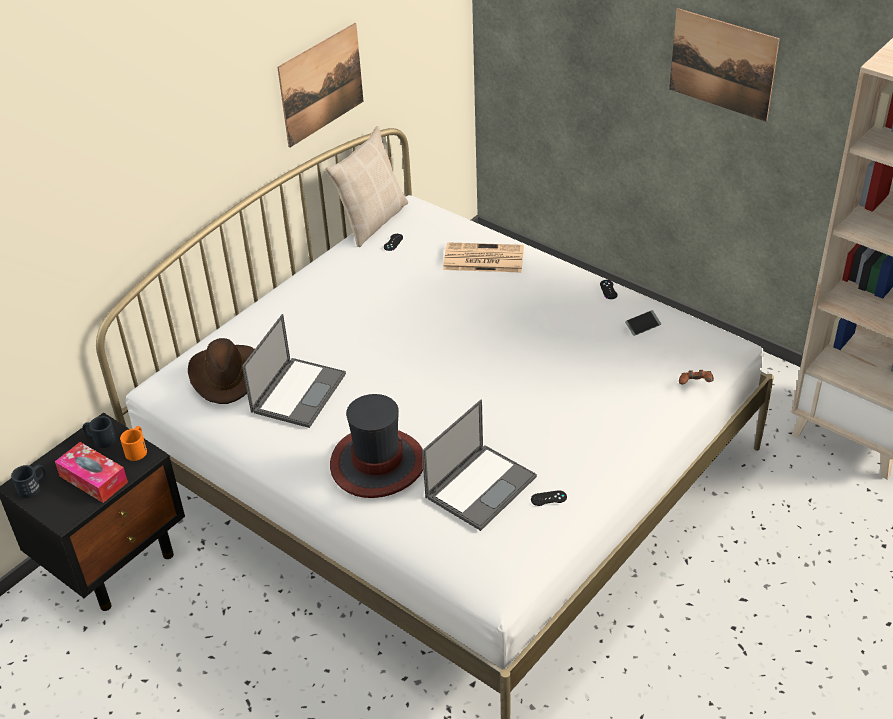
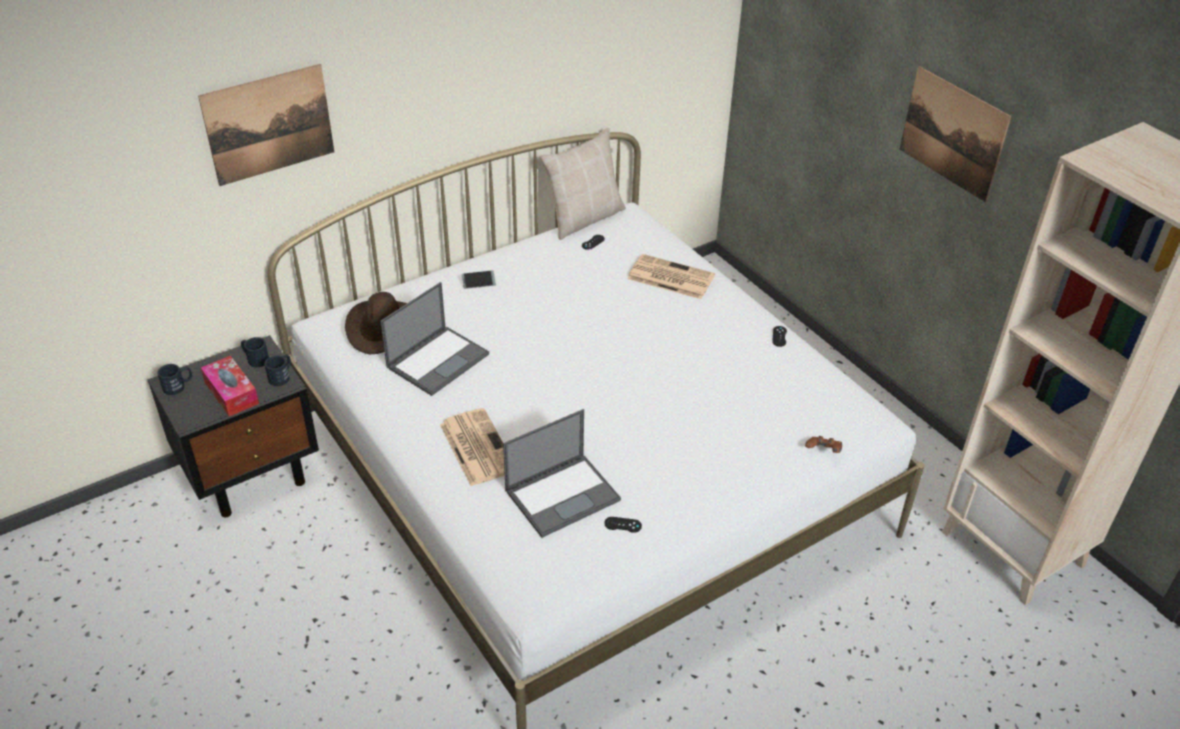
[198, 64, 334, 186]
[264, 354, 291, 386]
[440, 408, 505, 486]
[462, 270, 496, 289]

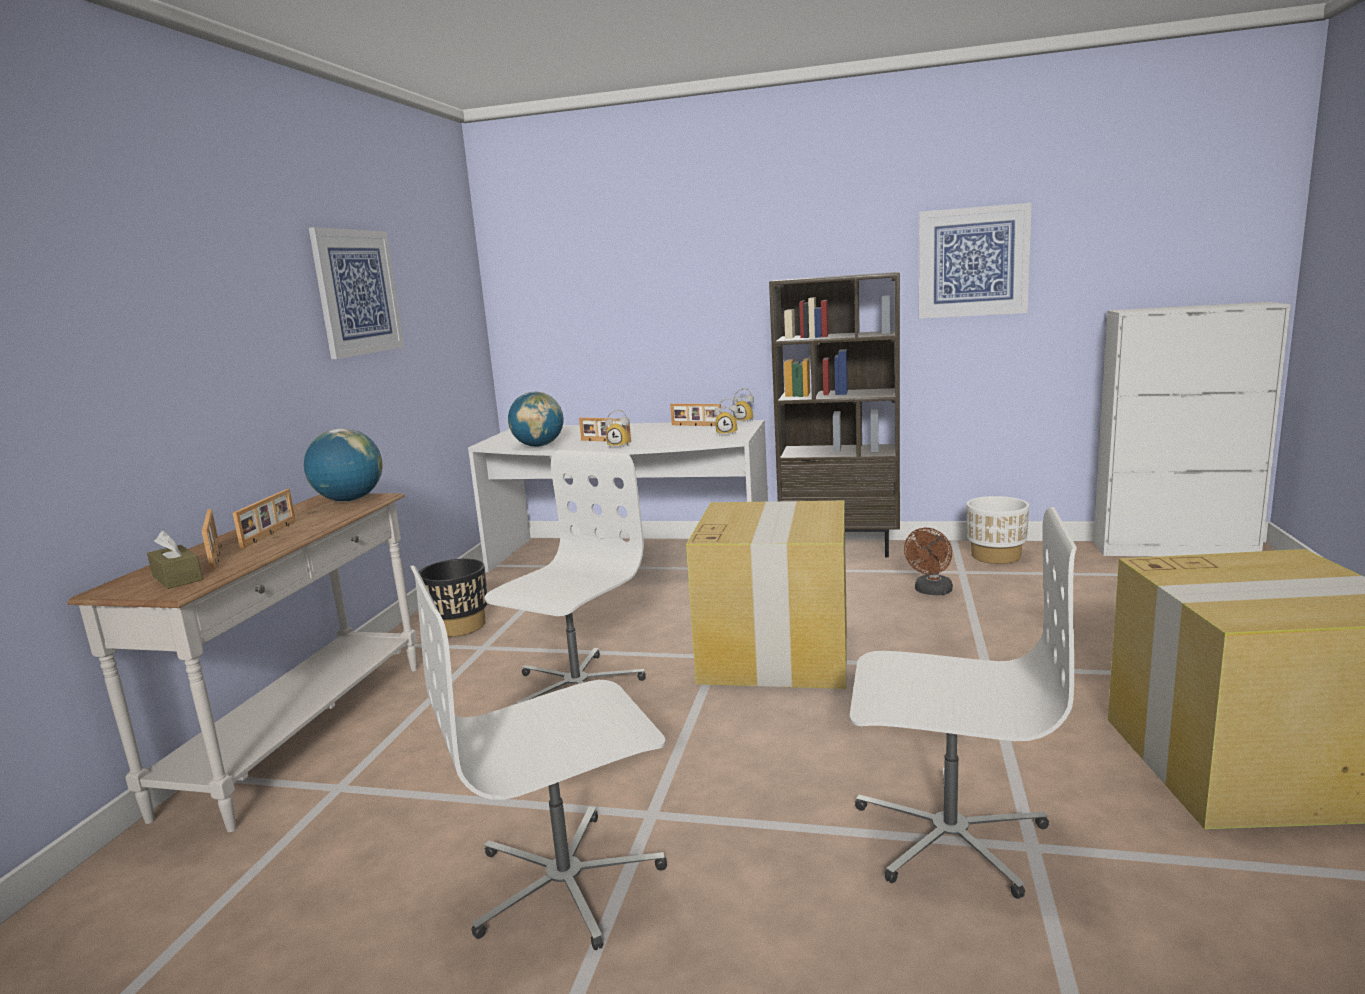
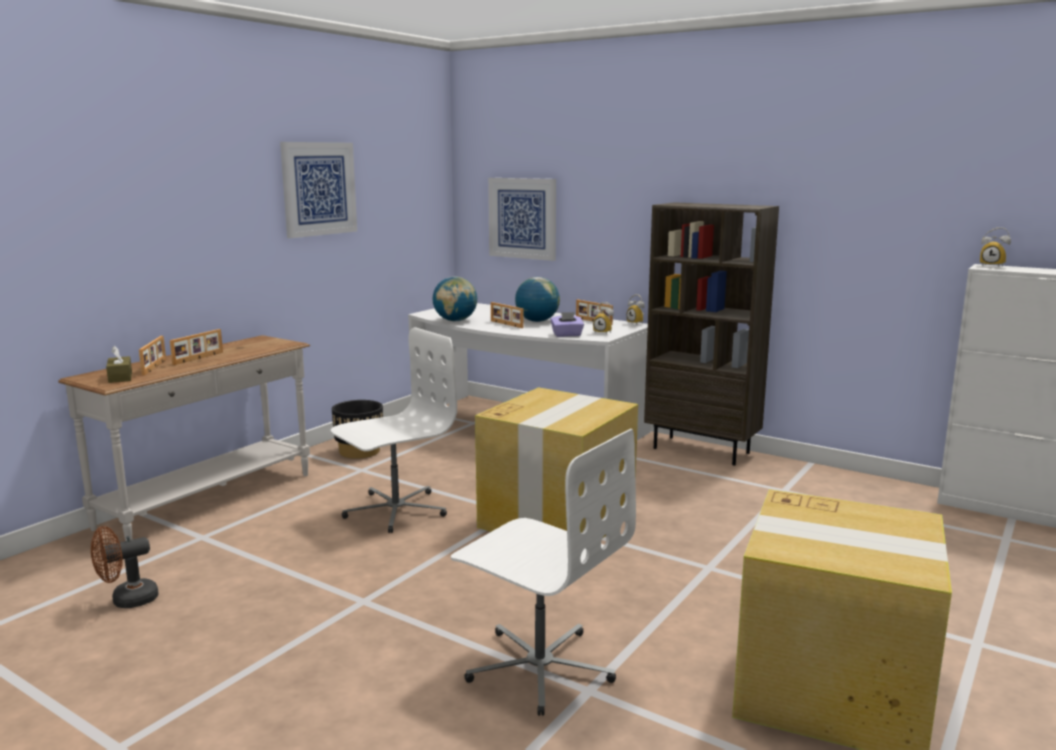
[91, 526, 159, 608]
[488, 178, 556, 261]
[515, 277, 560, 322]
[551, 312, 584, 337]
[980, 227, 1011, 267]
[410, 565, 667, 950] (first image)
[967, 496, 1029, 564] (first image)

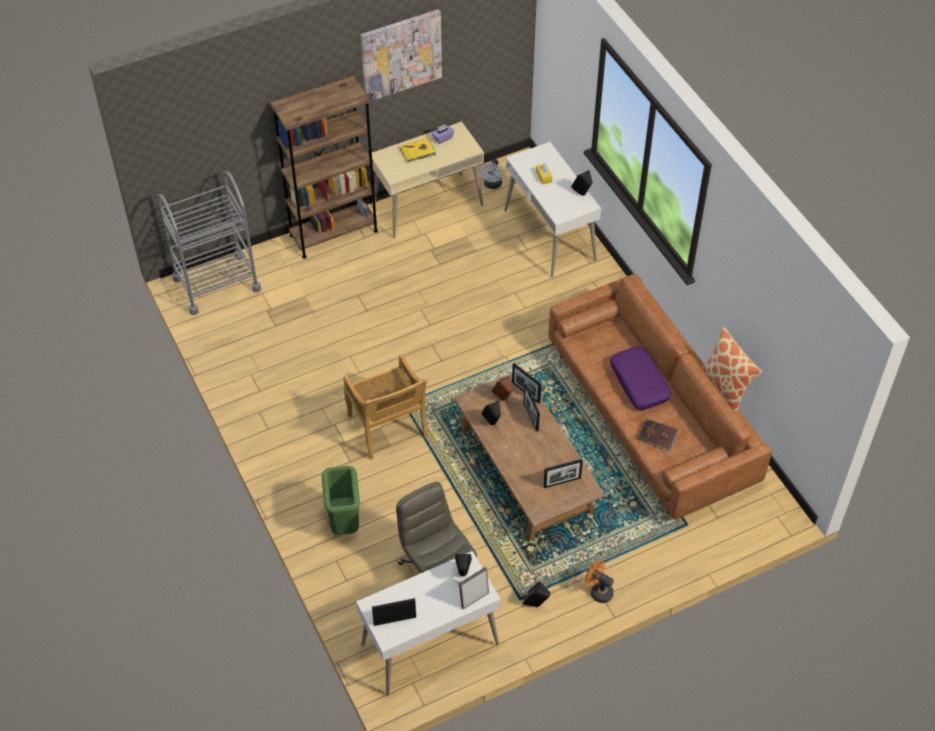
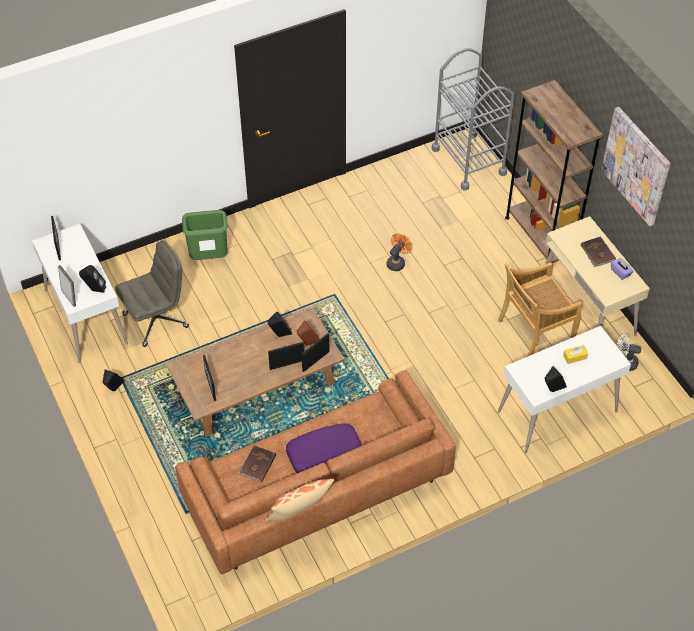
[387, 233, 412, 271]
[498, 262, 582, 357]
[580, 236, 616, 267]

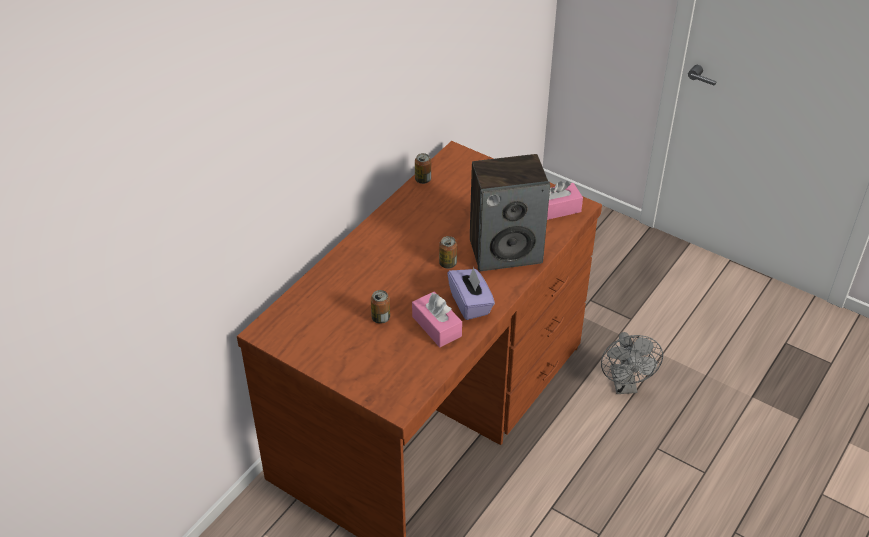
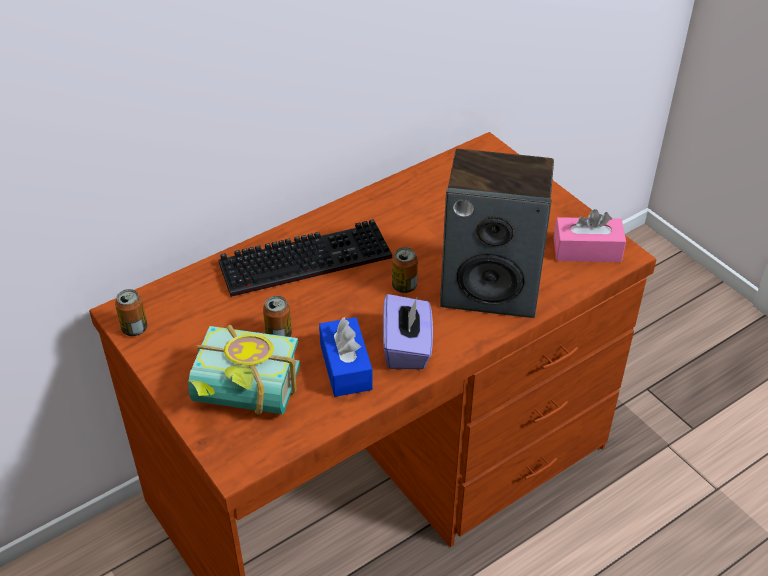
[115, 289, 147, 336]
[188, 325, 300, 415]
[219, 219, 392, 297]
[319, 317, 373, 397]
[601, 332, 663, 394] (first image)

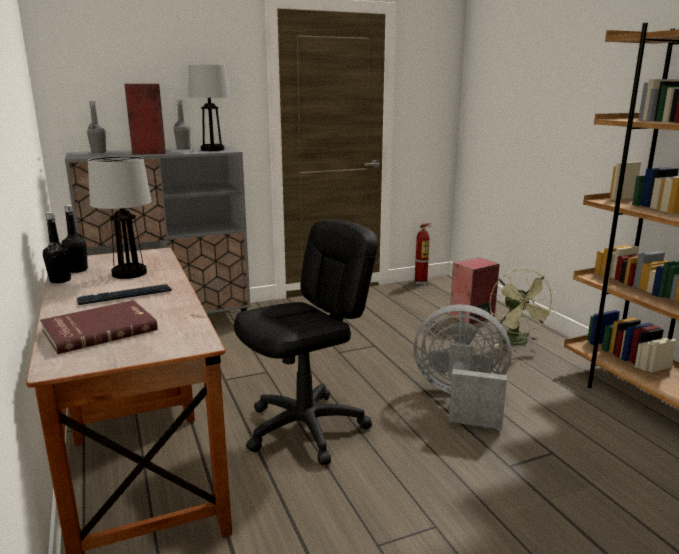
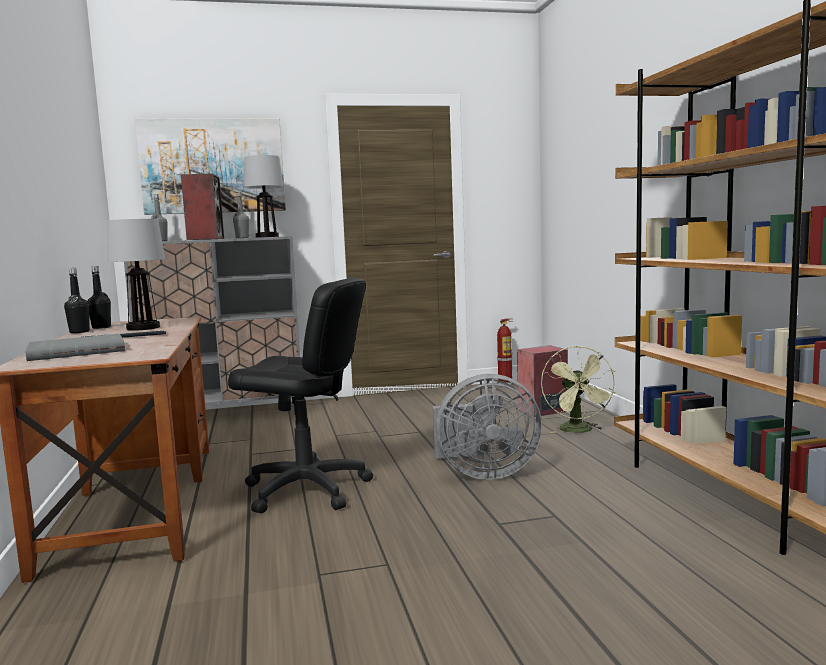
[25, 334, 125, 361]
[135, 118, 286, 215]
[228, 278, 373, 513]
[432, 374, 542, 480]

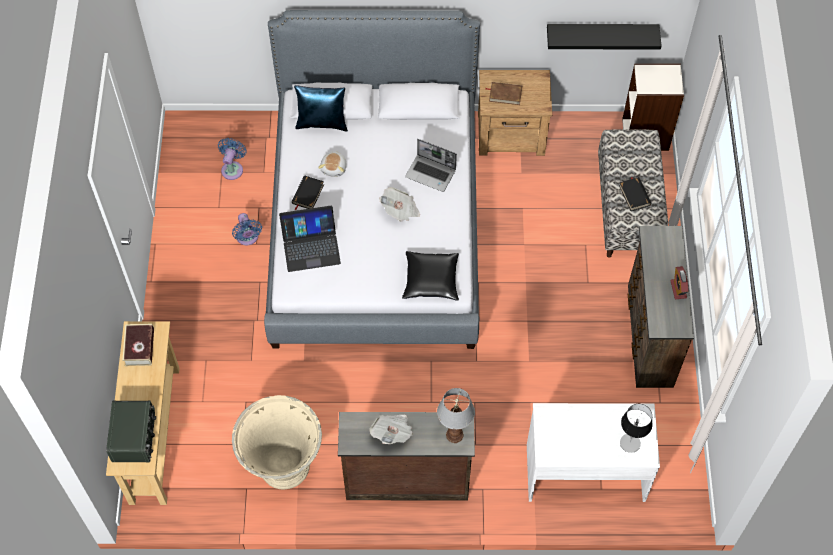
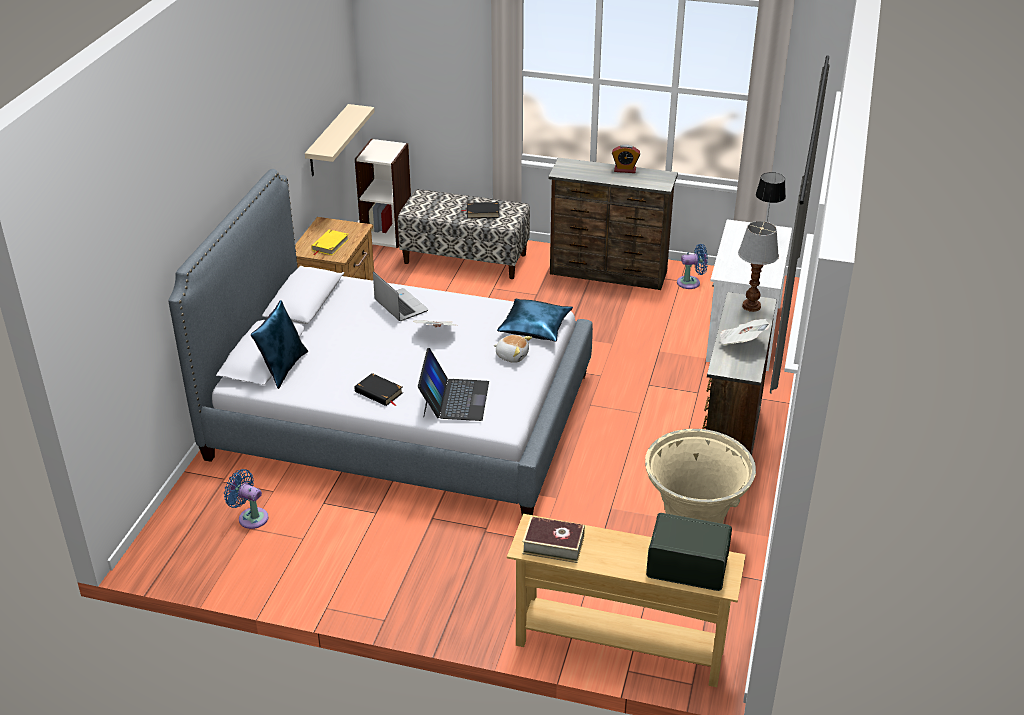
[305, 104, 375, 176]
[312, 229, 349, 255]
[373, 271, 428, 321]
[493, 335, 532, 363]
[497, 299, 573, 342]
[677, 244, 708, 289]

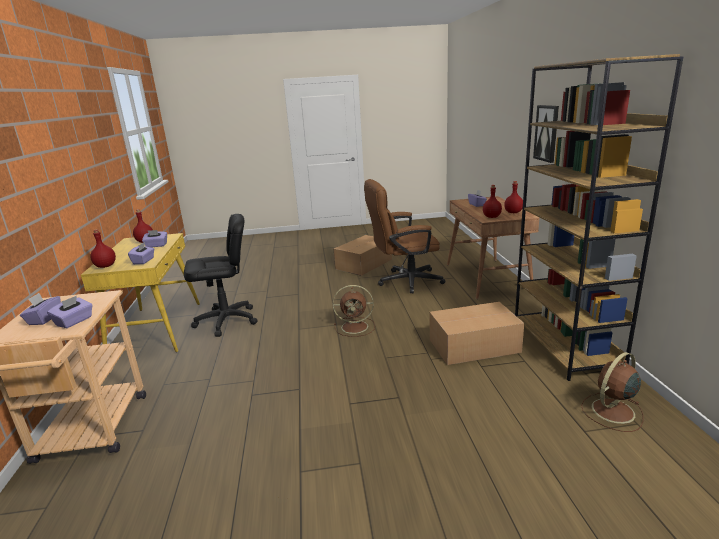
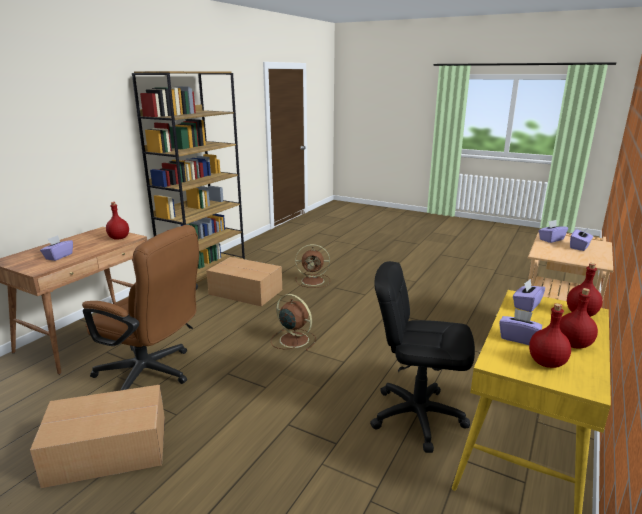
[295, 244, 330, 288]
[559, 288, 598, 349]
[533, 105, 559, 163] (first image)

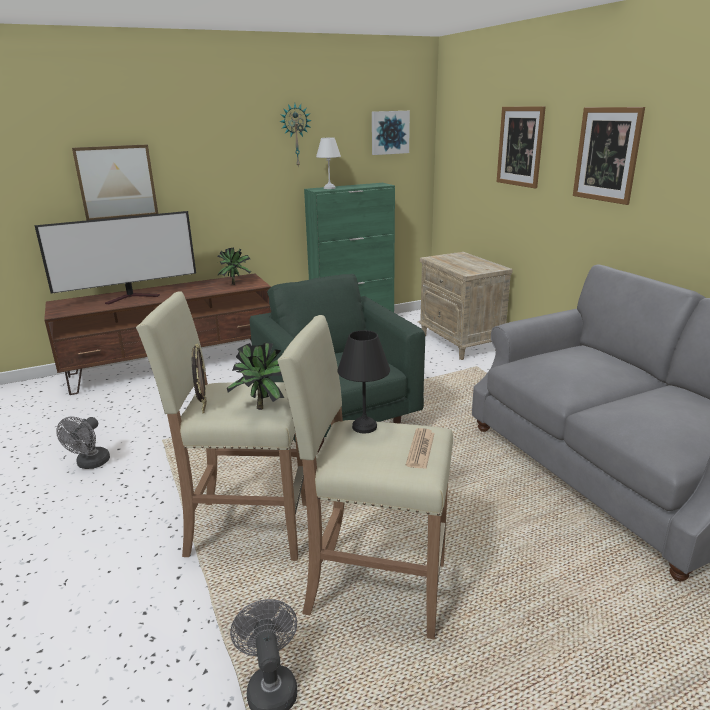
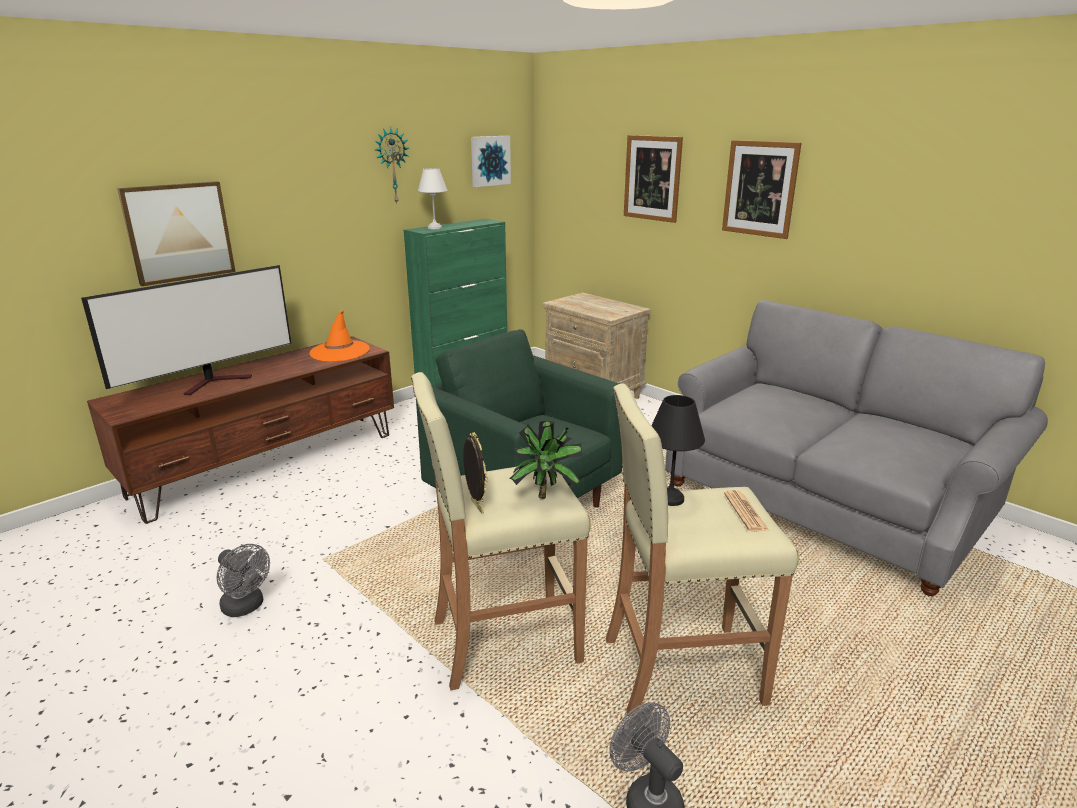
[217, 544, 270, 617]
[310, 310, 370, 362]

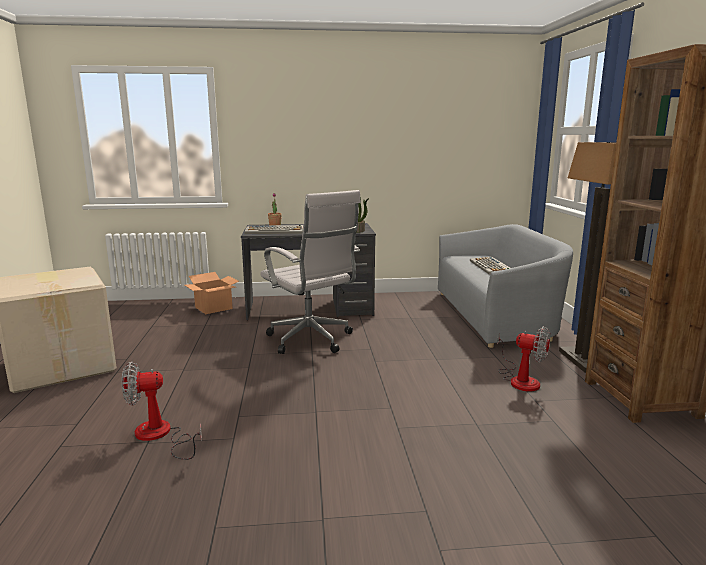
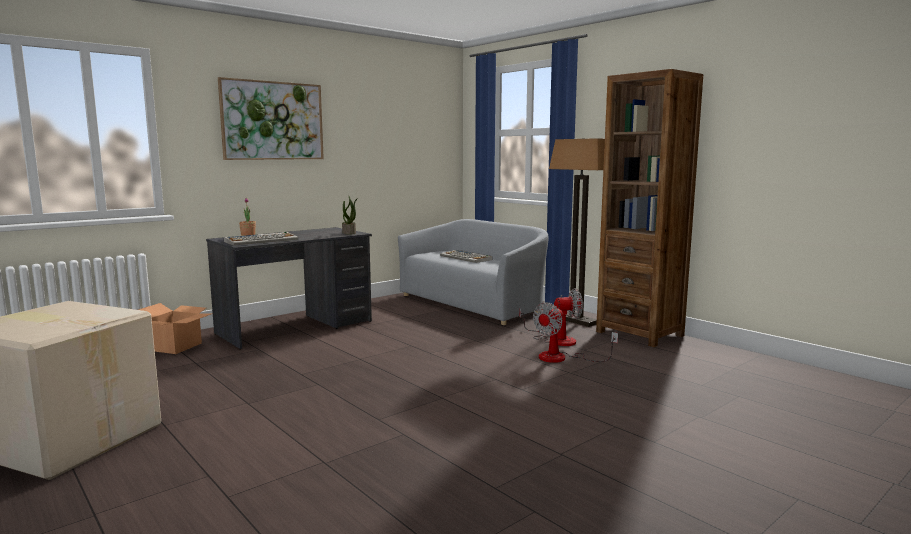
[218, 77, 324, 160]
[533, 302, 618, 363]
[261, 190, 361, 354] (first image)

